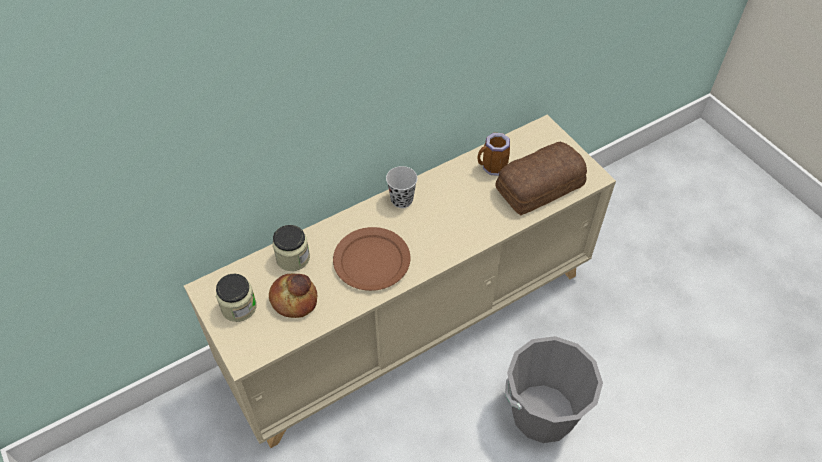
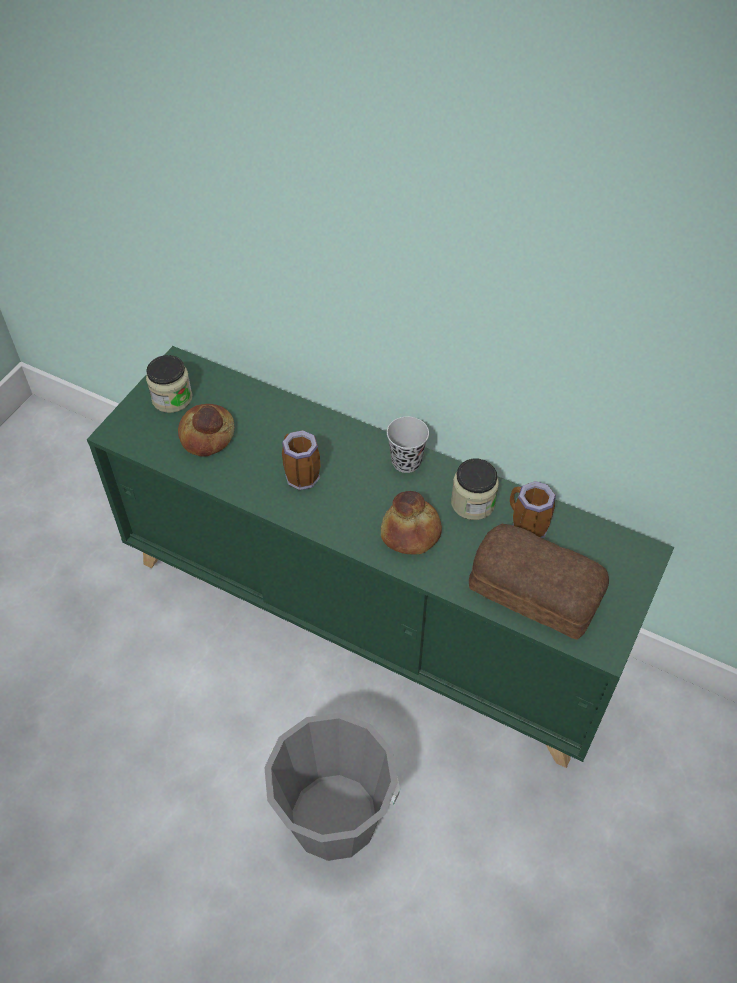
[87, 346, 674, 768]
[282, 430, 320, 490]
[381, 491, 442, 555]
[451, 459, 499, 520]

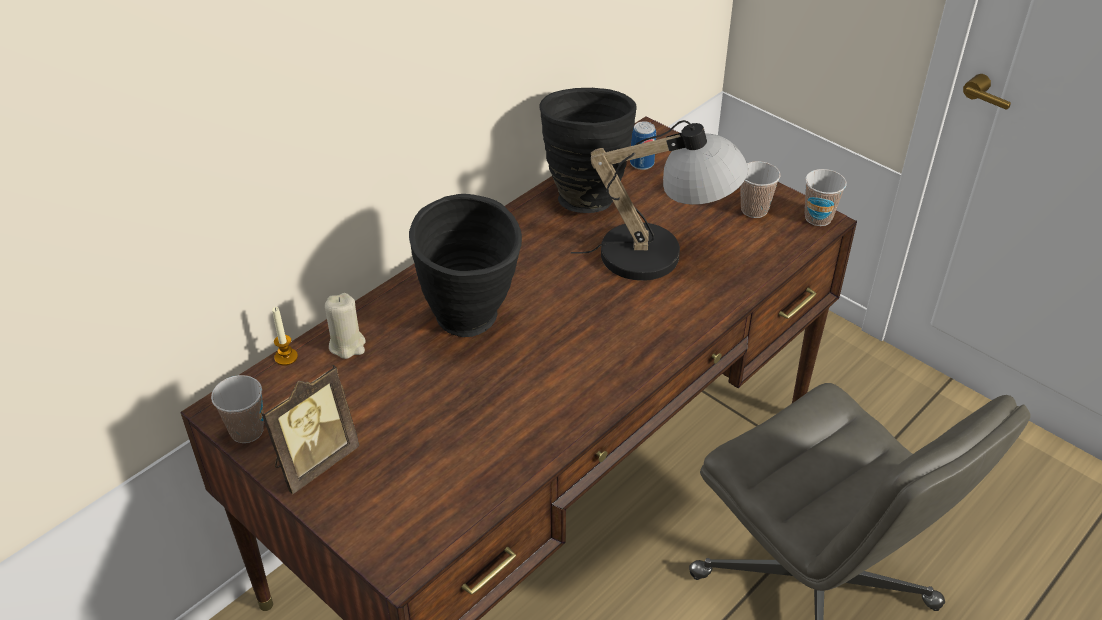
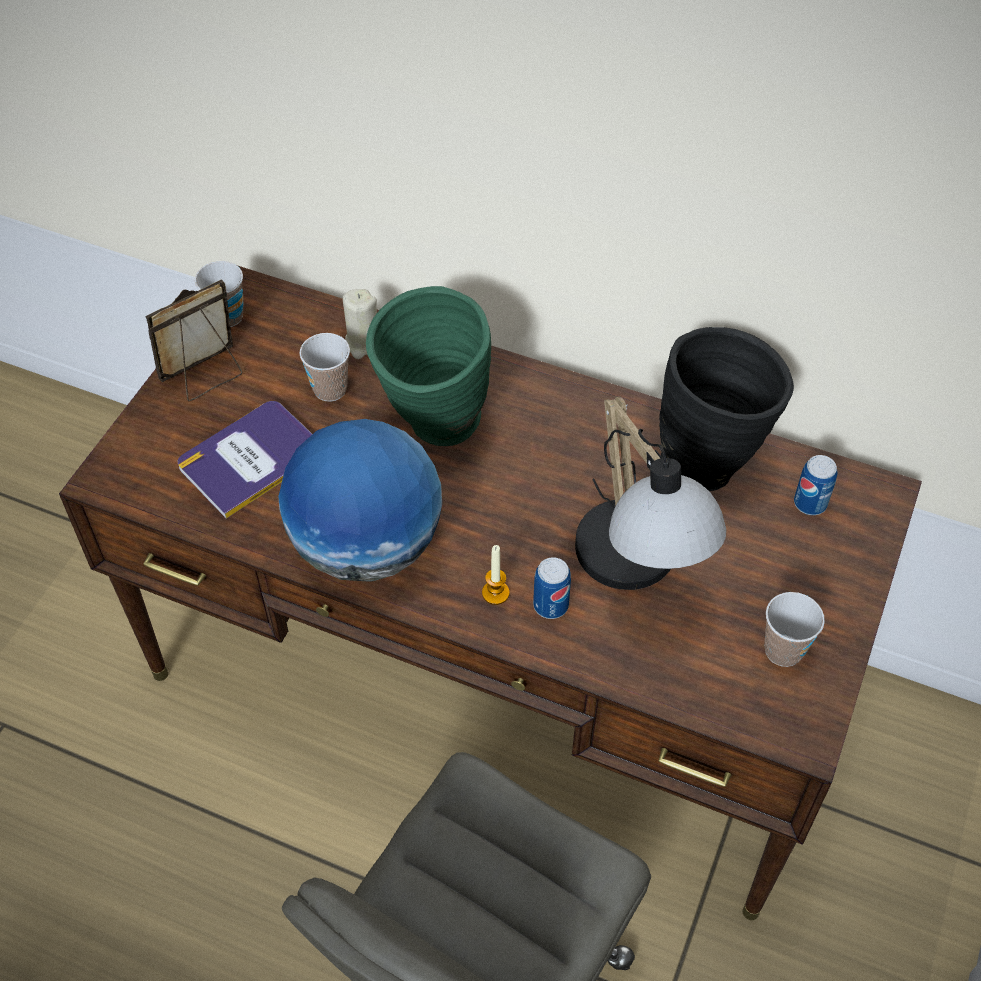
[145, 279, 243, 401]
[178, 401, 312, 518]
[278, 419, 442, 582]
[299, 333, 350, 402]
[366, 286, 491, 446]
[482, 545, 510, 605]
[533, 557, 571, 619]

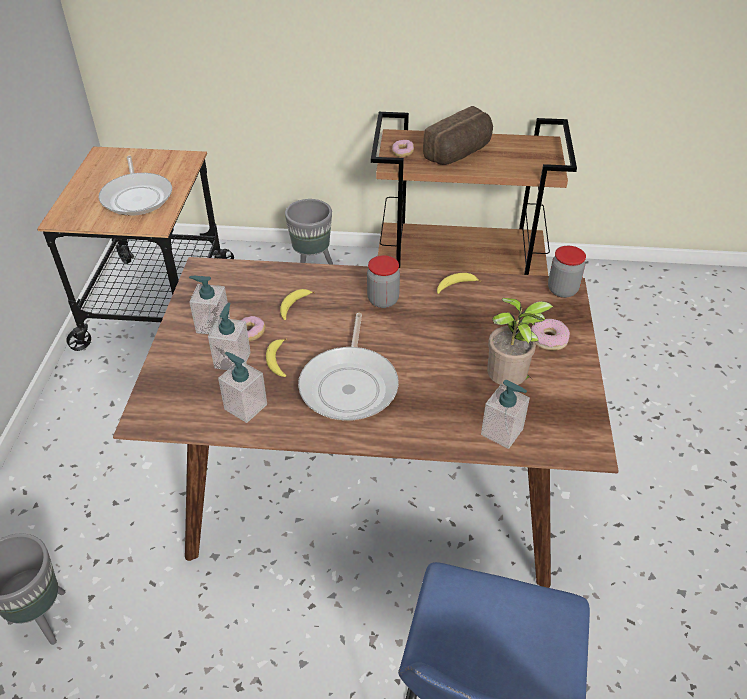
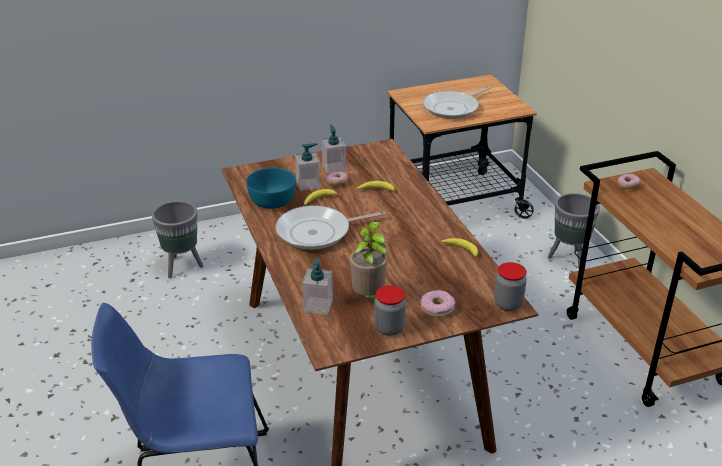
[246, 168, 296, 209]
[374, 285, 406, 336]
[423, 106, 493, 165] (first image)

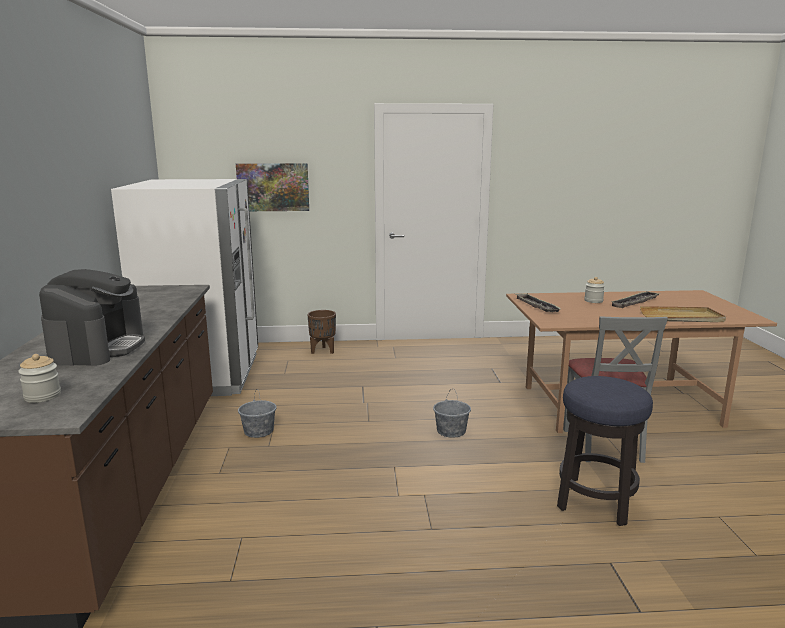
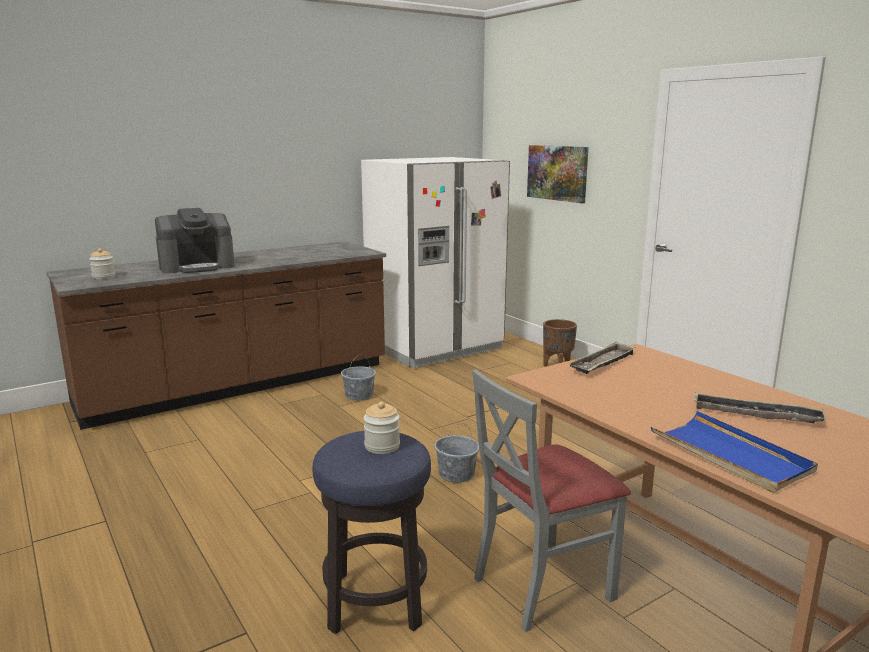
[364, 402, 400, 454]
[651, 411, 818, 492]

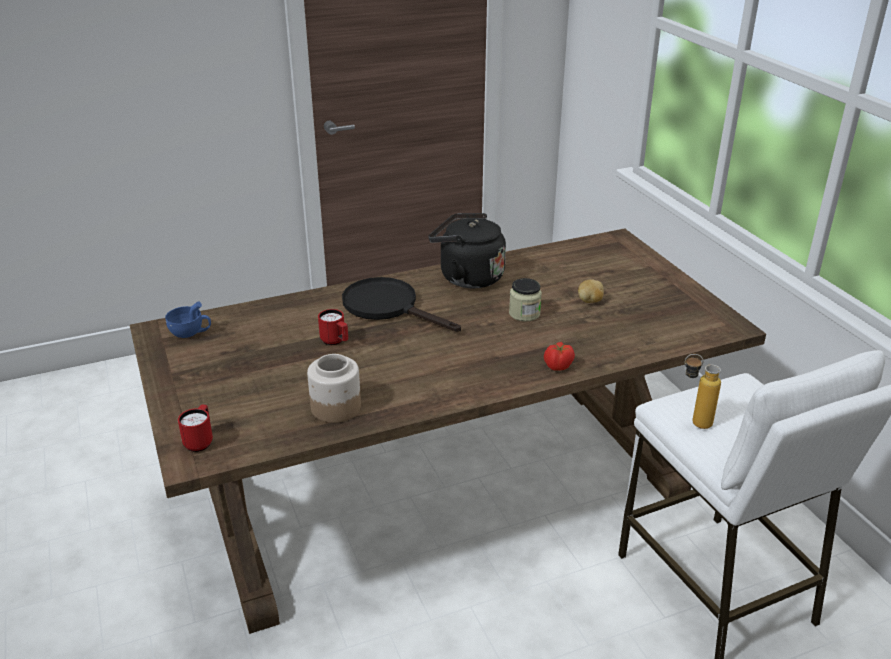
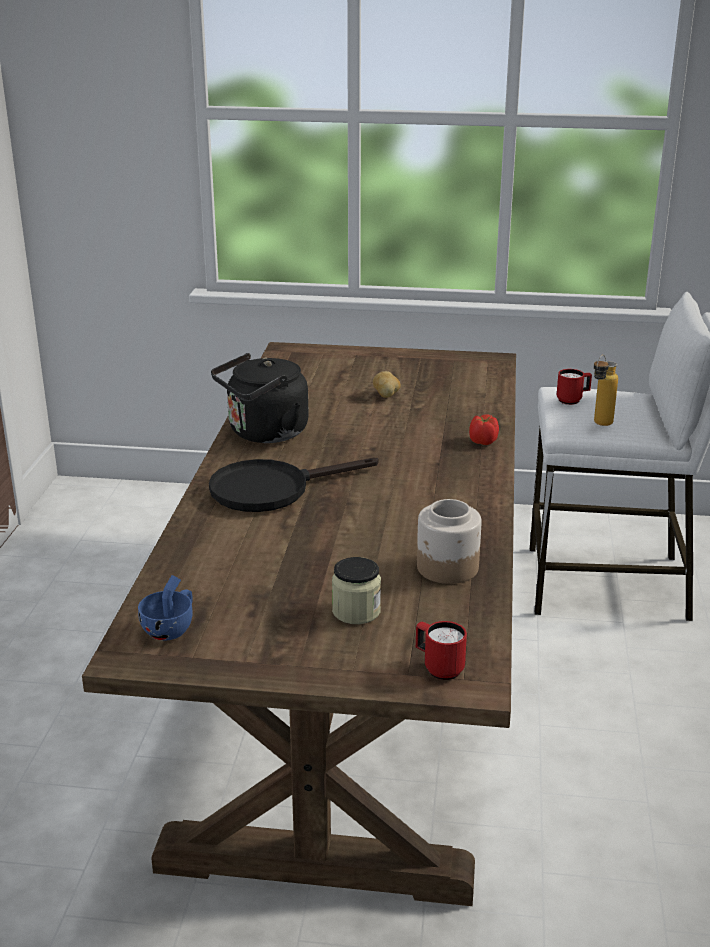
[332, 557, 381, 624]
[557, 369, 592, 405]

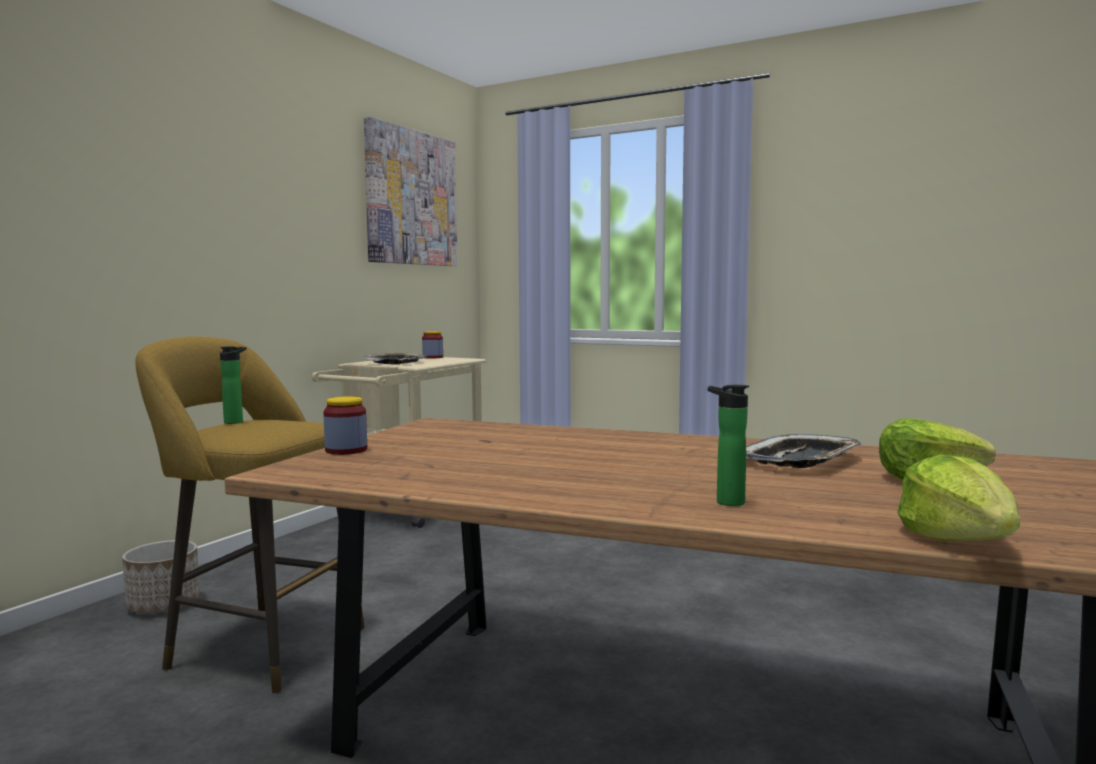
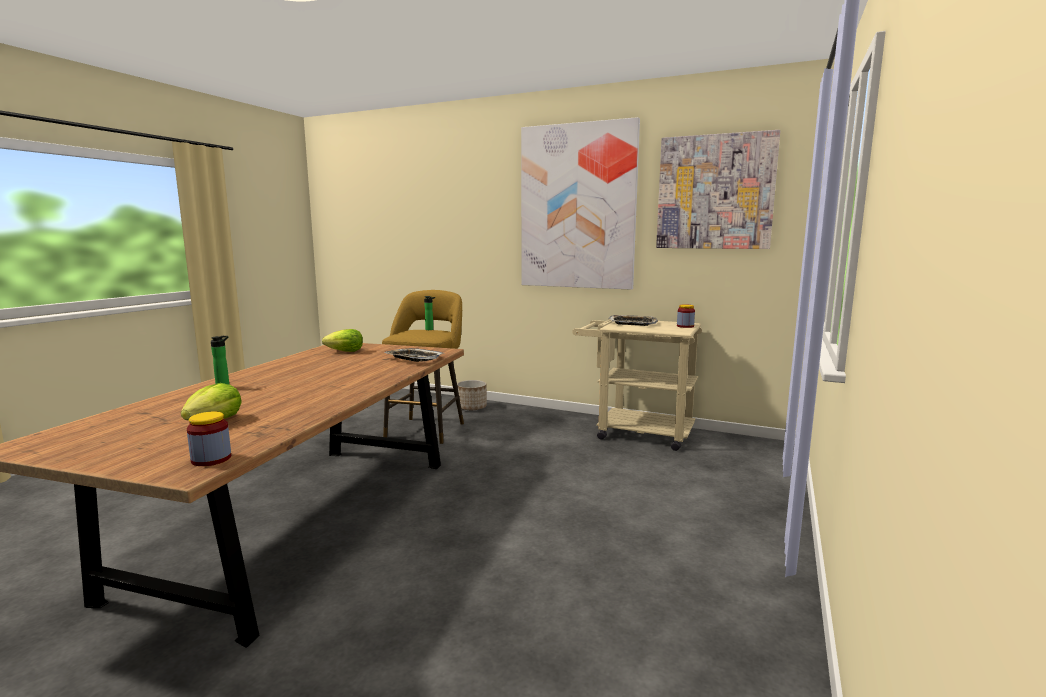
[187, 412, 231, 466]
[322, 329, 363, 352]
[384, 348, 444, 362]
[521, 117, 640, 290]

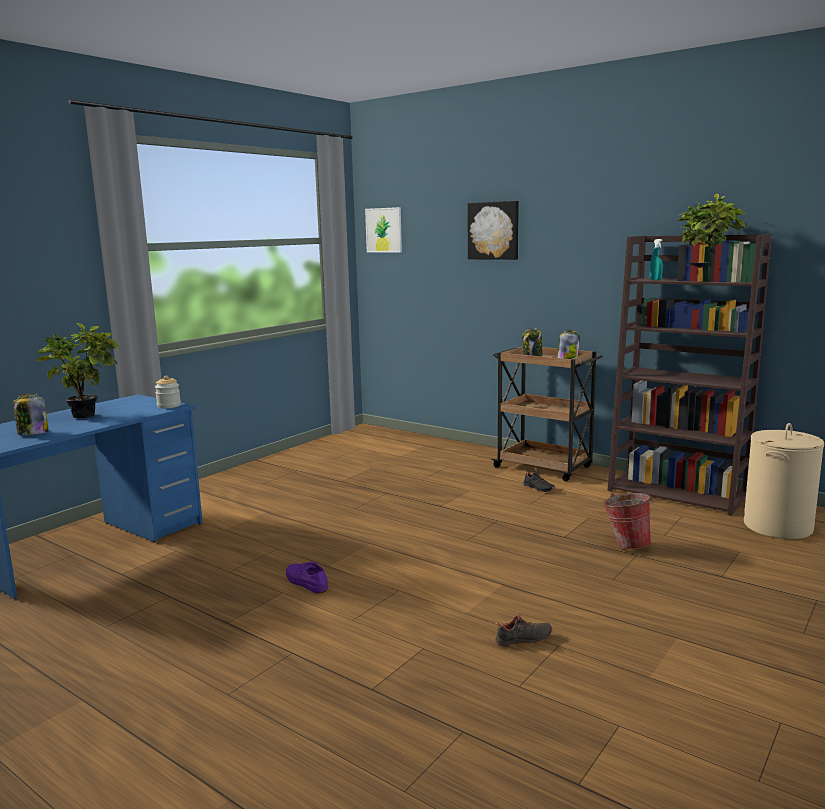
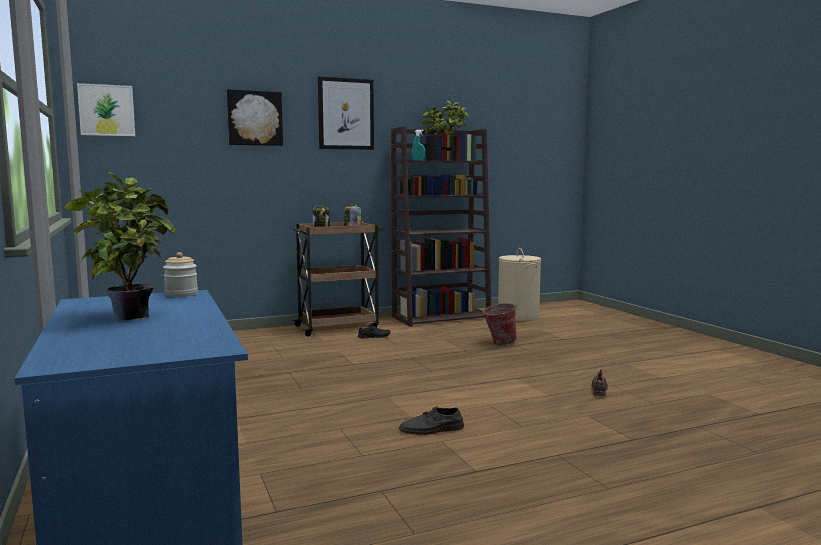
[318, 77, 374, 150]
[399, 406, 464, 435]
[13, 393, 49, 435] (first image)

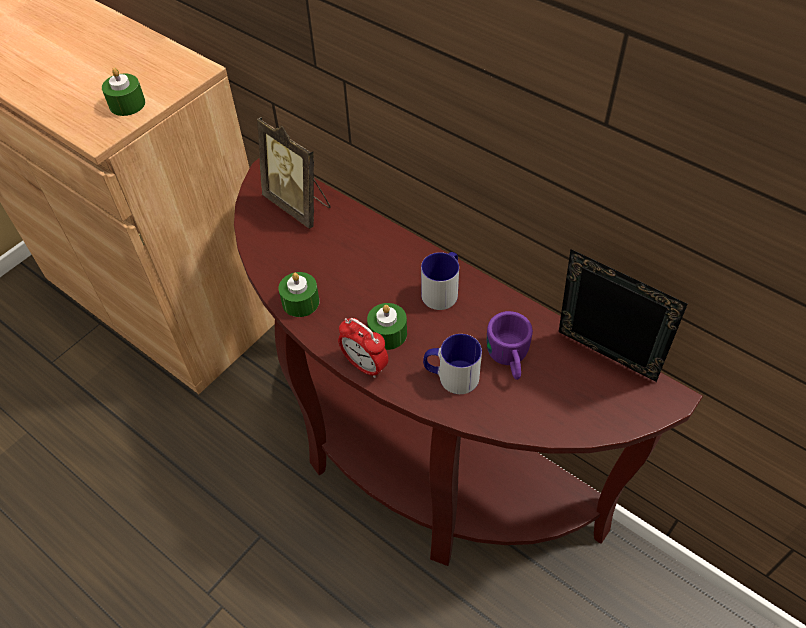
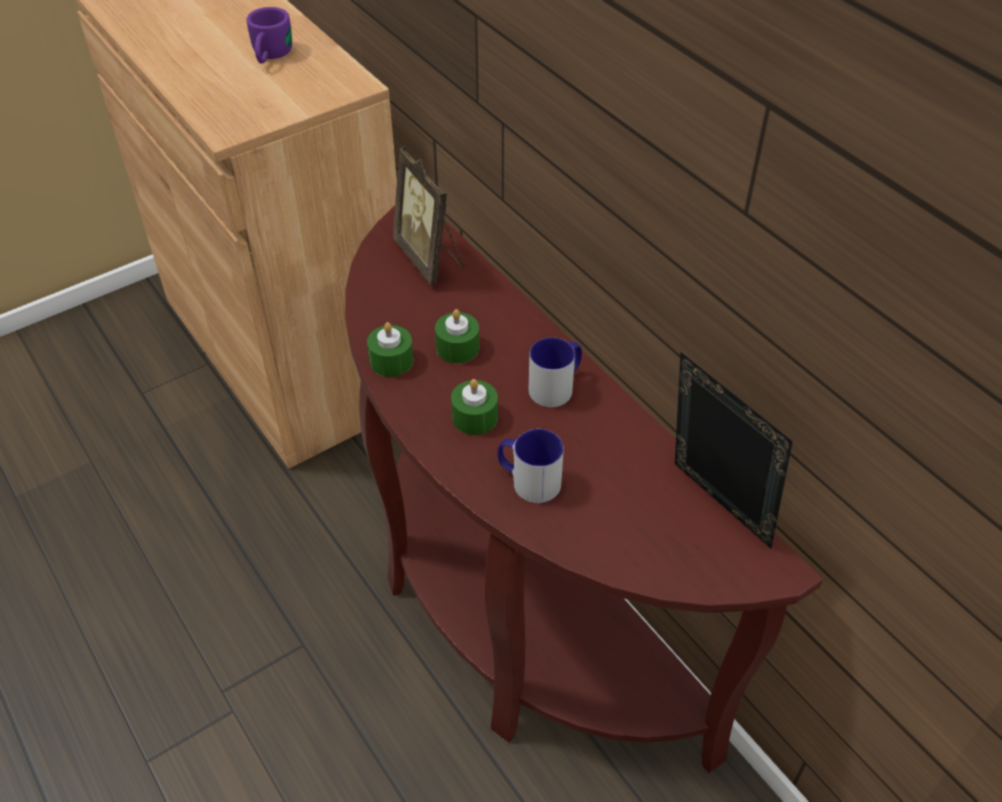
[246, 7, 292, 64]
[435, 309, 479, 364]
[338, 318, 388, 378] (first image)

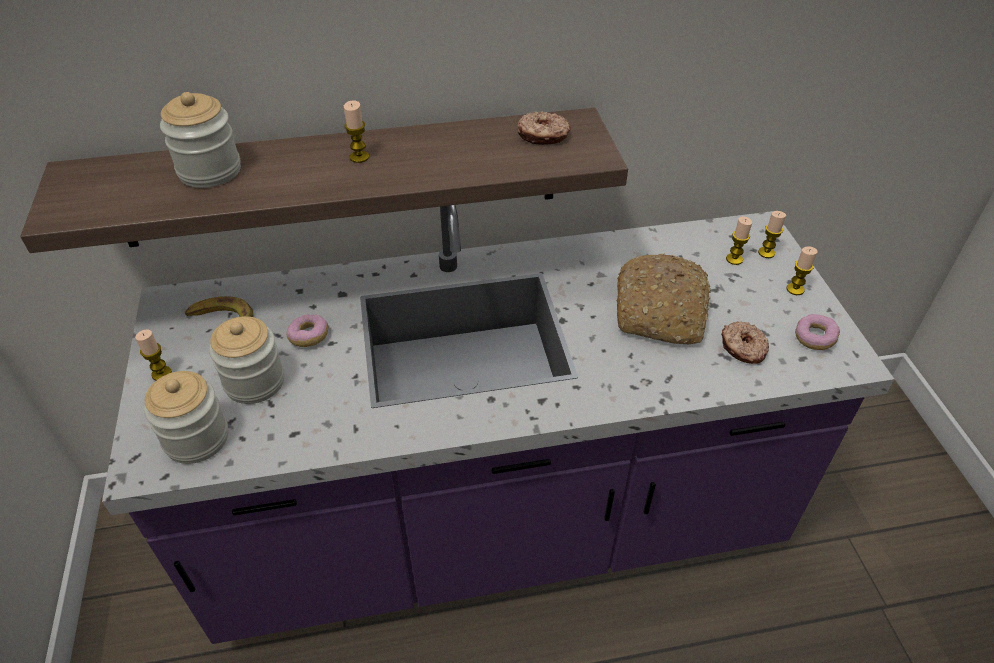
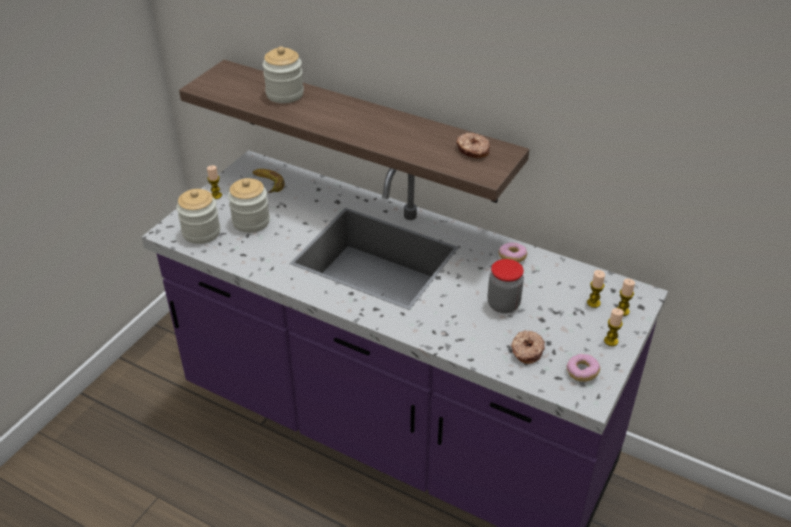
[487, 259, 524, 313]
[499, 242, 527, 262]
[344, 100, 369, 163] (first image)

